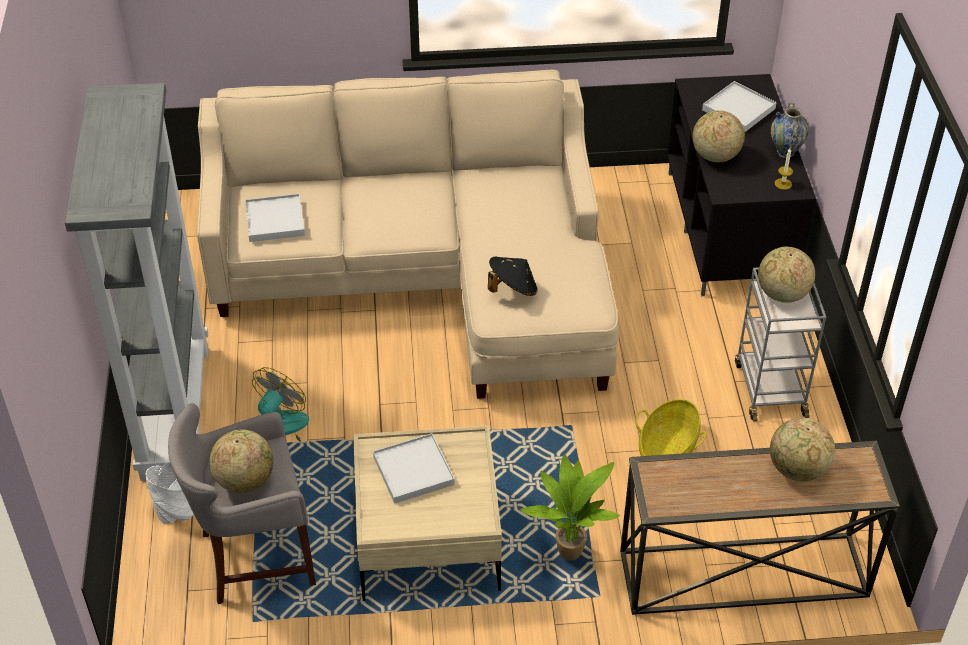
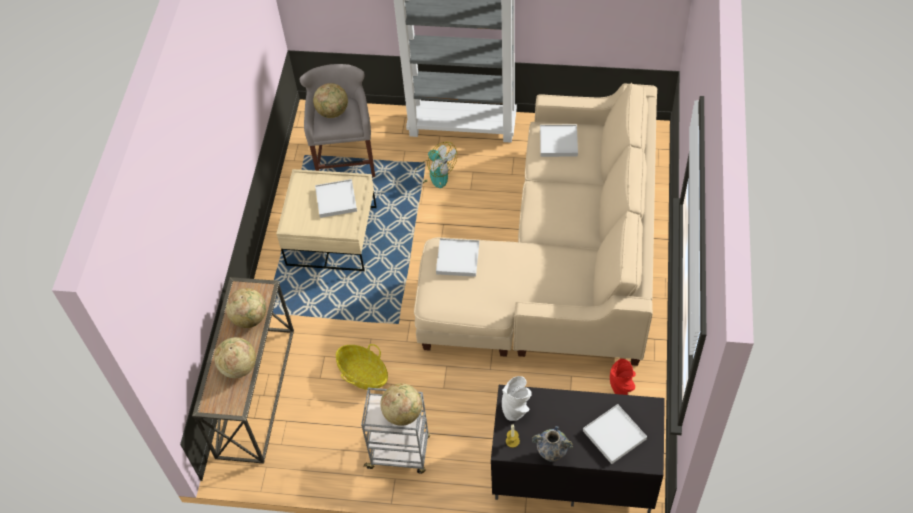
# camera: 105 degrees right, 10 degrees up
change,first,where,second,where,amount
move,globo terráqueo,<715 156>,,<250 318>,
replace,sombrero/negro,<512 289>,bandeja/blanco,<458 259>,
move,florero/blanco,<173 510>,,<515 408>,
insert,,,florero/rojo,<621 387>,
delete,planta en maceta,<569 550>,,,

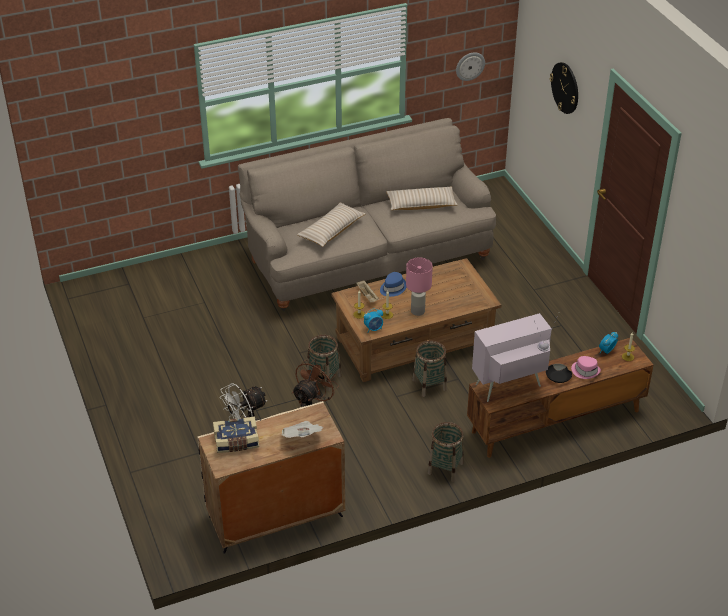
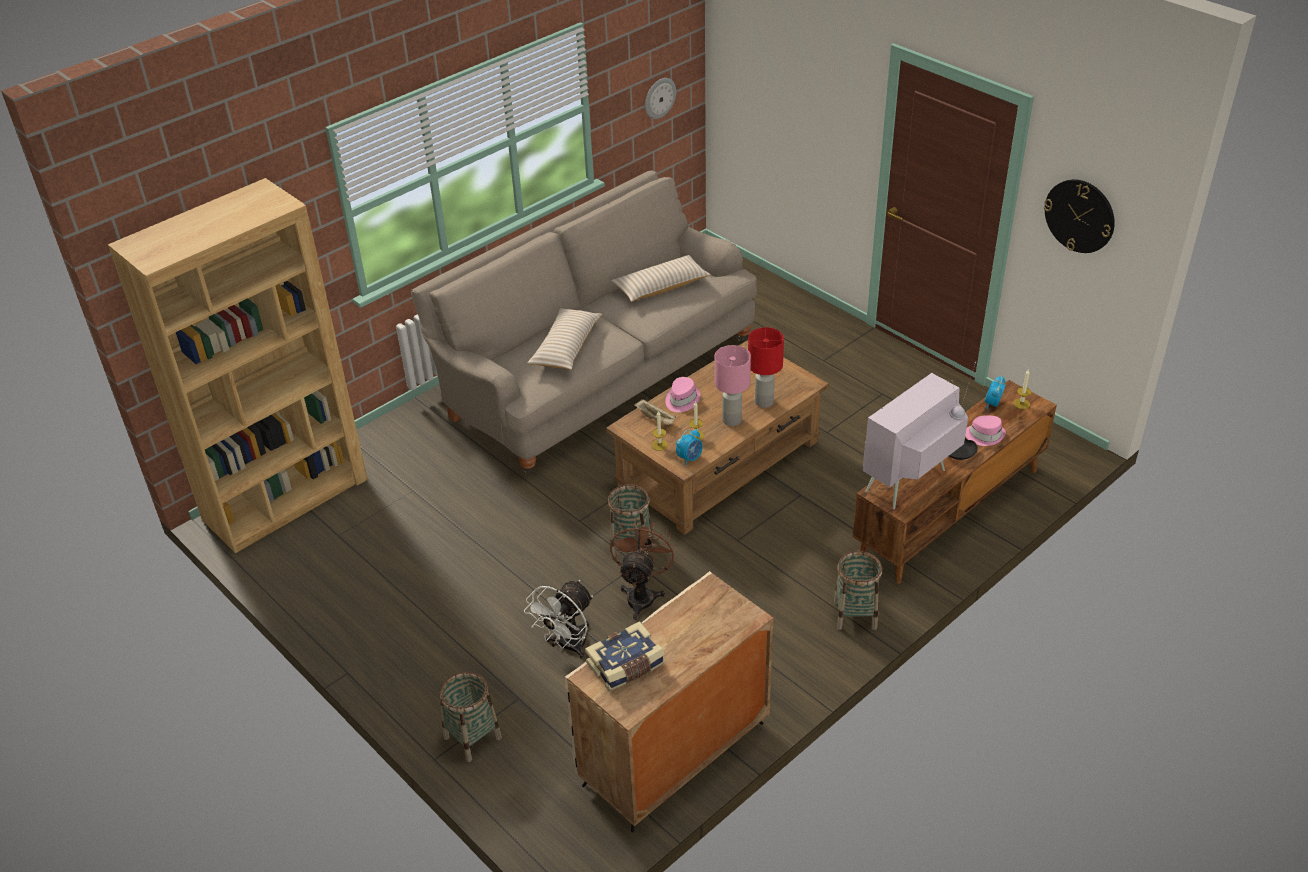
# camera: 20 degrees left, 0 degrees up
change,first,where,second,where,amount
insert,,,estantería/marrón,<286 499>,
move,cesta,<429 385>,,<472 737>,
recolor,sombrero/azul,<392 288>,sombrero/rosa,<681 399>,
insert,,,lámpara de mesa/rojo,<763 402>,
move,reloj de pared,<565 88>,,<1079 215>,
delete,periódico,<302 437>,,,

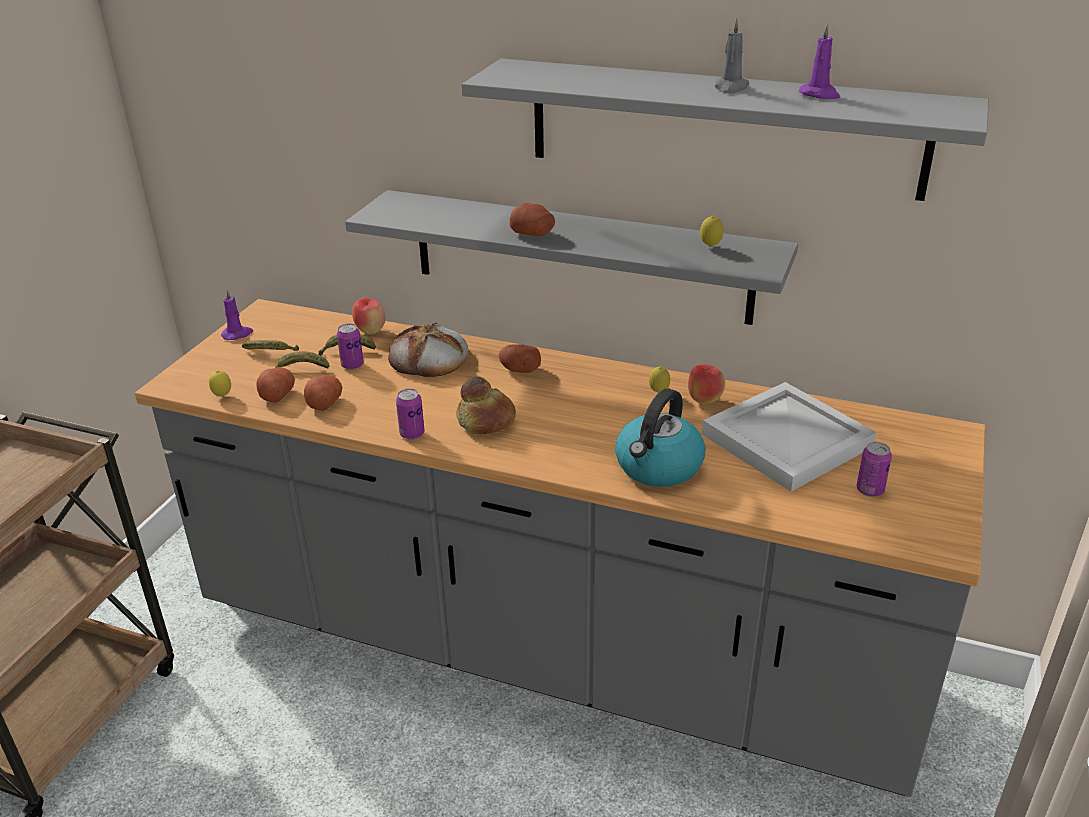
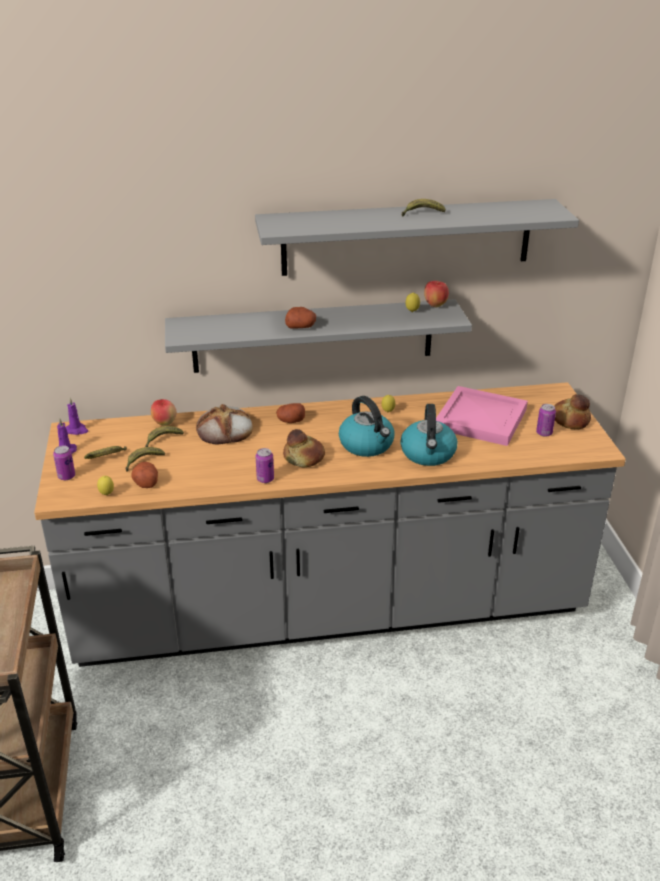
# camera: 30 degrees left, 0 degrees up
change,first,where,second,where,amount
move,lata,<352 365>,,<66 476>,
move,vela/morado,<820 95>,,<77 430>,
insert,,,hervidor,<367 445>,
replace,vela/gris,<730 88>,plátano,<422 213>,
move,manzana,<704 400>,,<435 305>,
recolor,bandeja/blanco,<787 442>,bandeja/rosa,<481 420>,
insert,,,pan,<570 420>,
delete,patata,<324 402>,,,

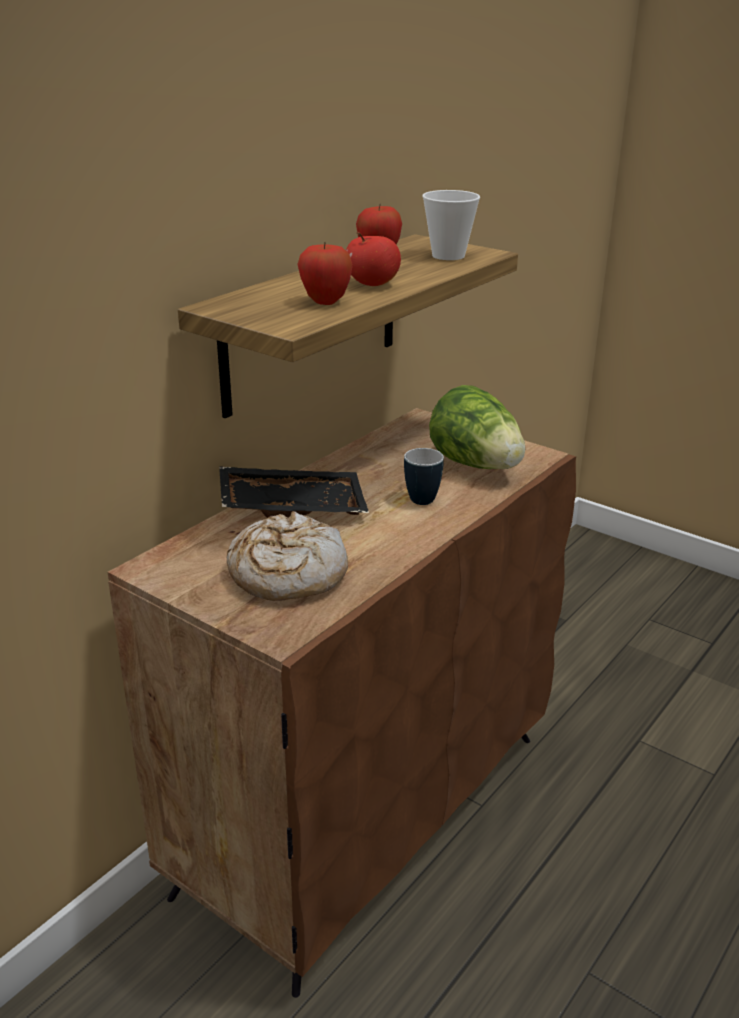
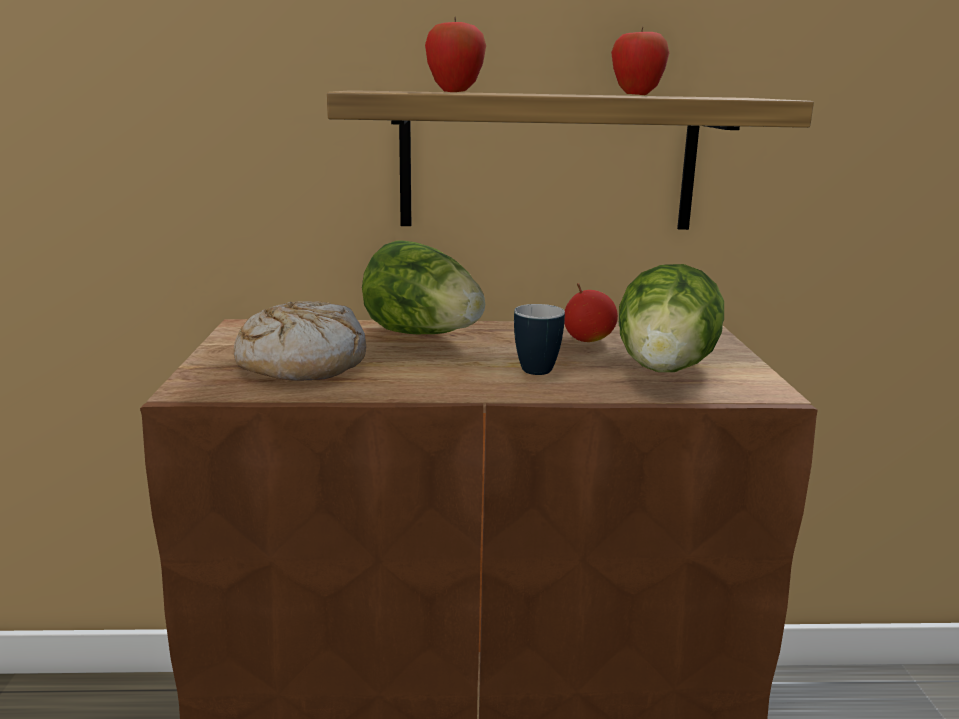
# camera: 50 degrees right, 10 degrees down
change,first,where,second,where,amount
replace,bandeja/negro,<293 507>,lechuga,<424 335>,
move,manzana,<372 284>,,<588 340>,
delete,taza,<448 256>,,,

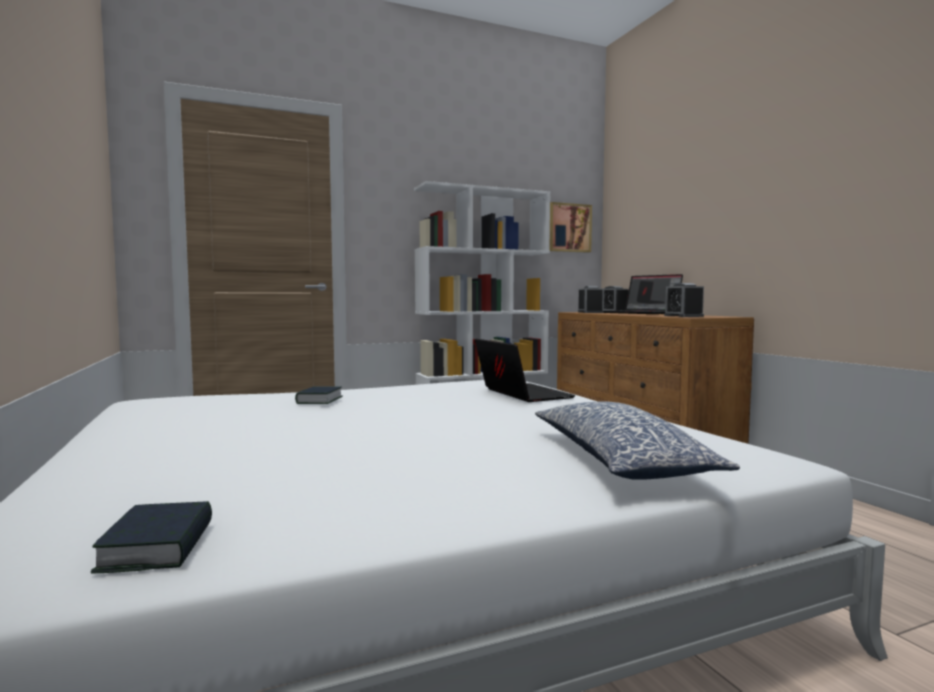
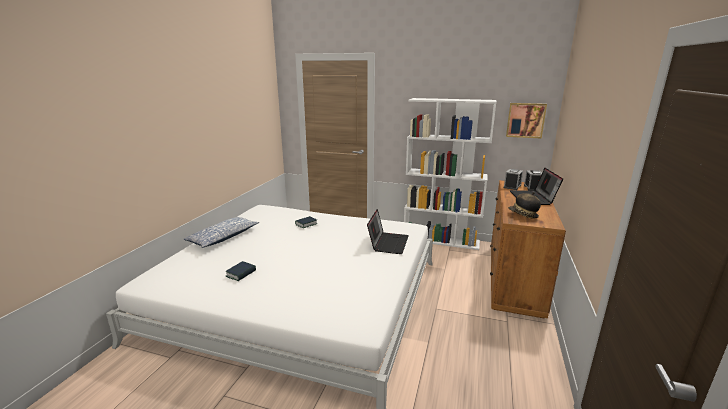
# camera: 40 degrees right, 15 degrees up
change,first,where,second,where,amount
move,cojín,<616 461>,,<223 238>,
move,libro,<158 547>,,<241 273>,
replace,despertador,<683 316>,sombrero,<523 215>,

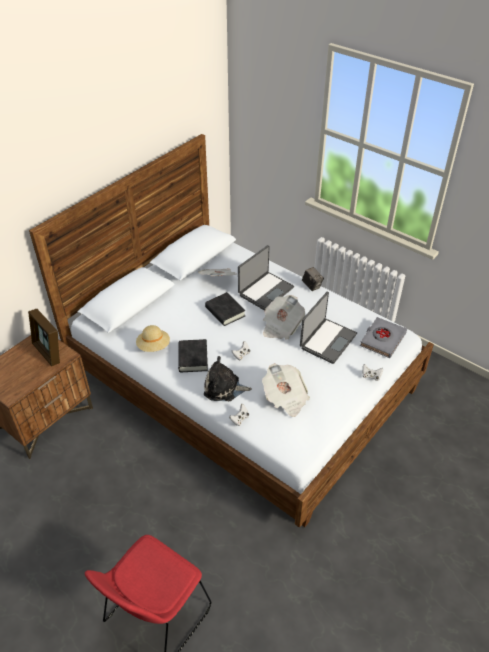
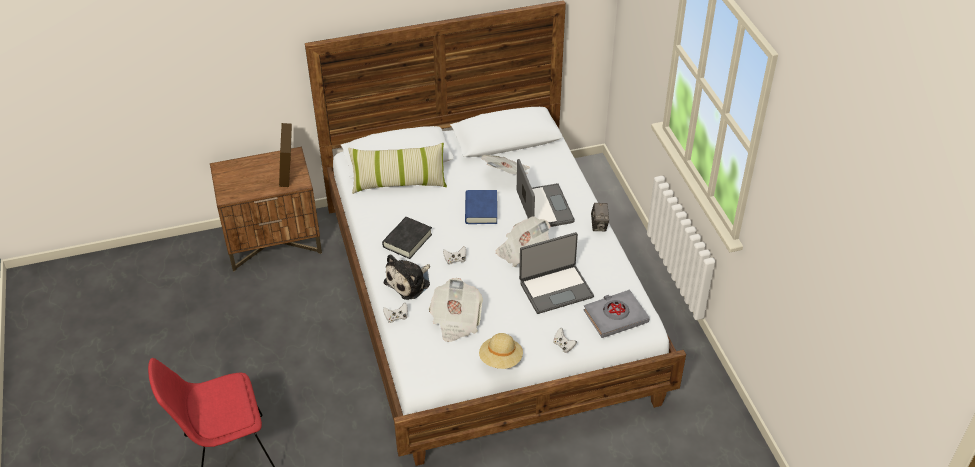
# camera: 35 degrees right, 0 degrees up
change,first,where,second,where,amount
insert,,,cojín,<399 183>,
rotate,peluche,<224 388>,,<409 282>,90 degrees counterclockwise
recolor,libro/negro,<225 312>,libro/azul,<481 210>,
move,sombrero/beis,<153 346>,,<501 359>,
rotate,portátil,<265 291>,,<543 208>,90 degrees counterclockwise

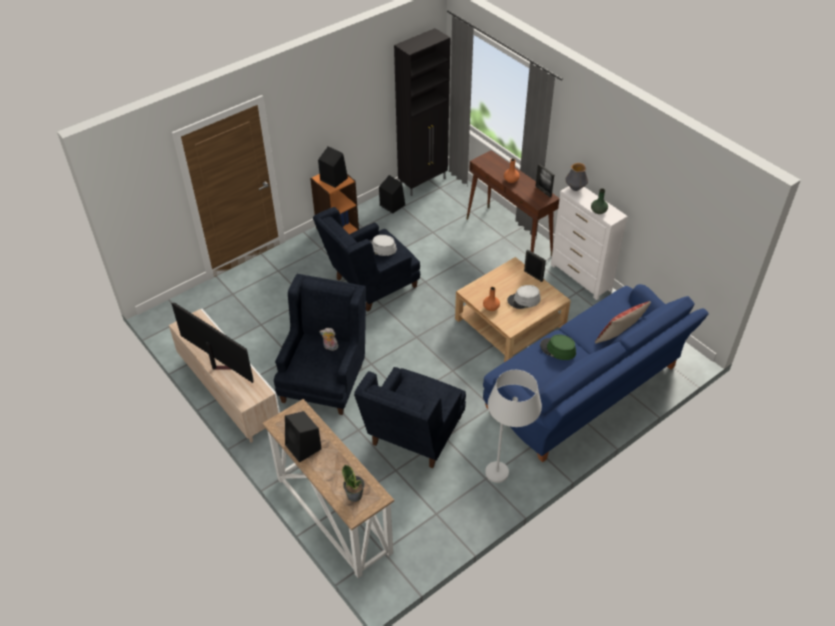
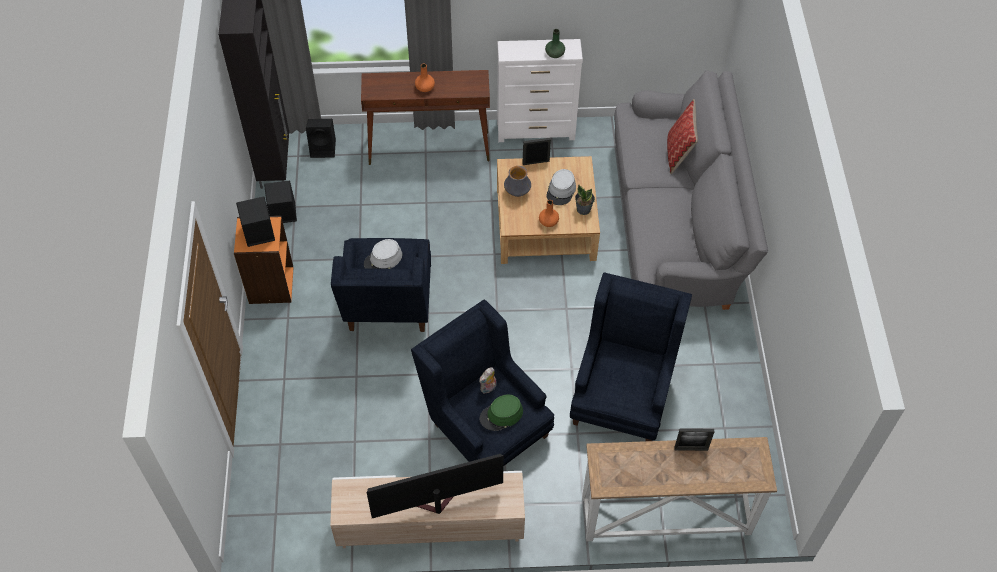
# camera: 55 degrees left, 10 degrees up
change,first,where,second,where,amount
move,altavoz/negro,<304 447>,,<324 148>,
move,sombrero/verde,<557 349>,,<501 415>,
move,florero,<575 188>,,<517 193>,
rotate,sillón/azul,<413 437>,,<622 391>,135 degrees counterclockwise
move,planta en maceta,<355 495>,,<583 209>,
recolor,sofá/azul,<586 391>,sofá/gris,<675 223>,
move,portarretratos,<543 191>,,<691 449>,
delete,lámpara de pie/blanco,<506 481>,,,

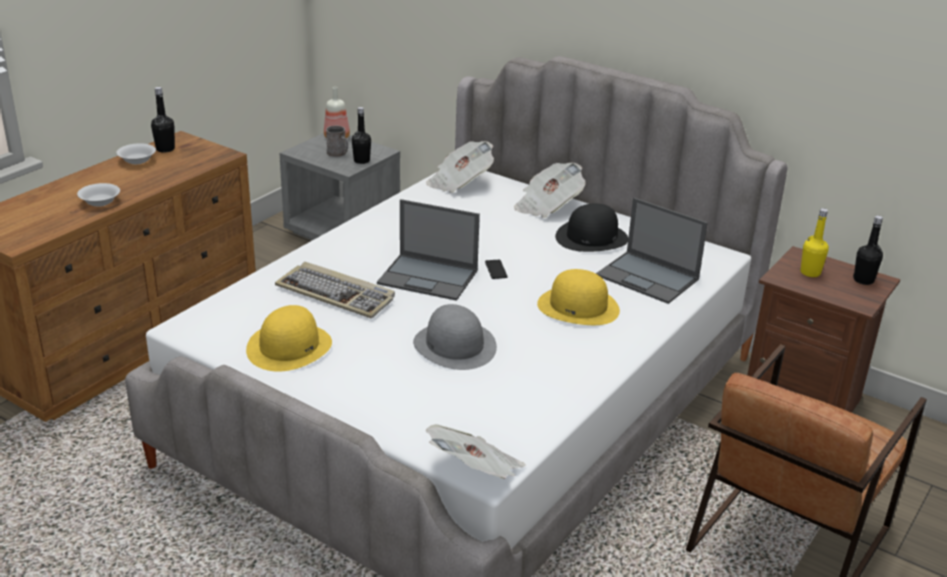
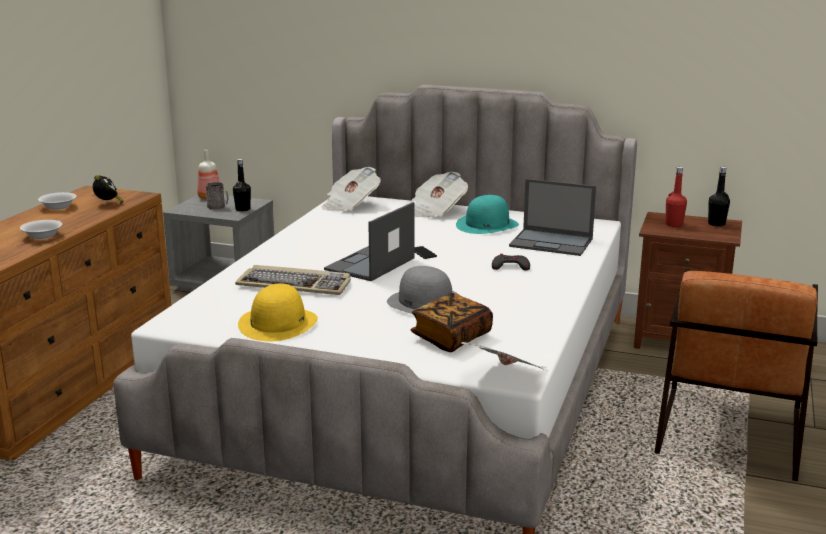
# camera: 15 degrees left, 10 degrees down
change,first,where,second,where,amount
insert,,,despertador,<108 204>,
rotate,portátil,<429 277>,,<369 264>,120 degrees clockwise
insert,,,libro,<451 337>,
recolor,sombrero/negro,<591 237>,sombrero/turquesa,<487 225>,
replace,sombrero/amarillo,<578 307>,mando de consola/gris,<510 266>,
recolor,botella/amarillo,<810 272>,botella/rojo,<674 224>,
delete,botella/negro,<165 149>,,,

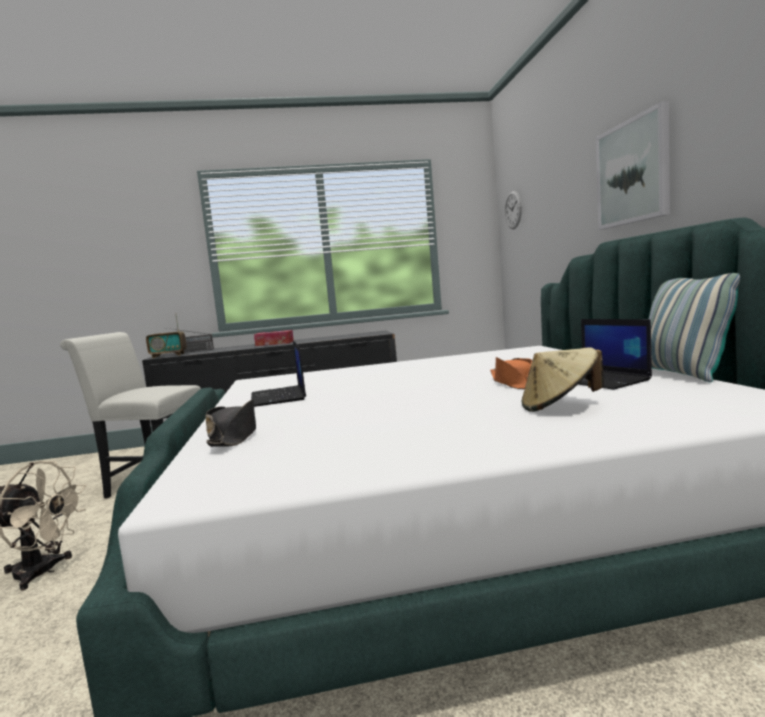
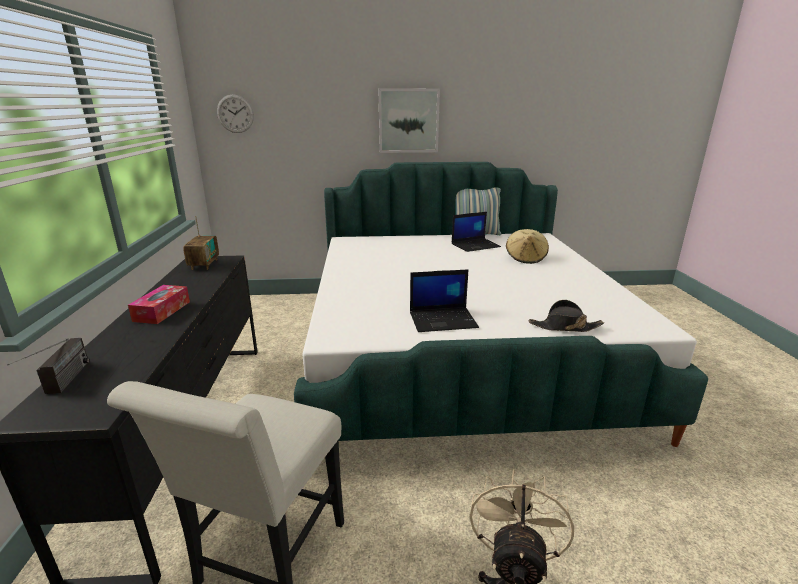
# camera: 85 degrees left, 15 degrees up
change,first,where,second,where,amount
move,radio,<168 355>,,<204 264>,
delete,sombrero/naranja,<514 383>,,,

